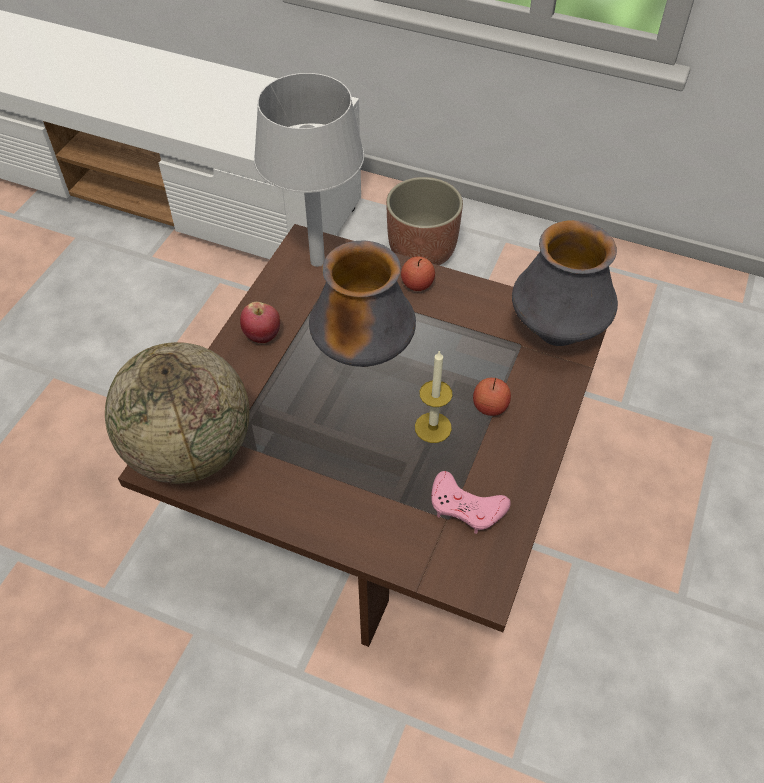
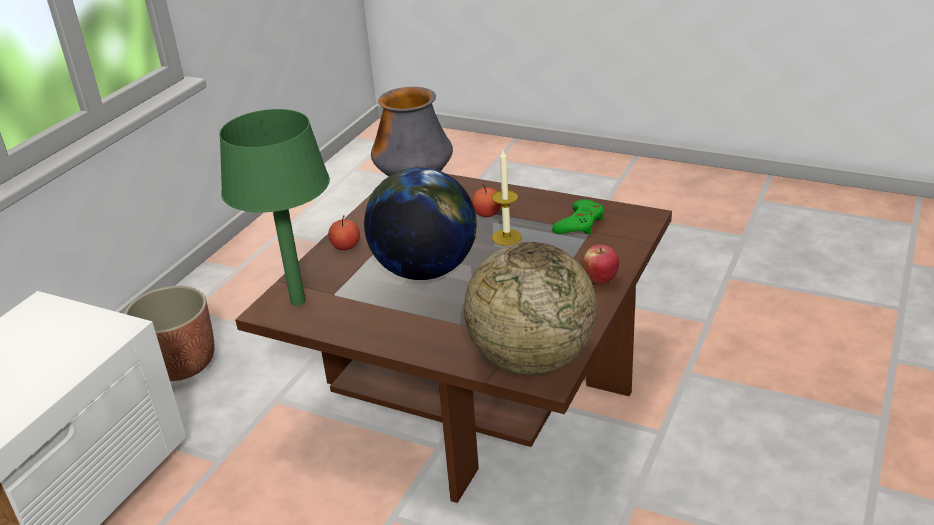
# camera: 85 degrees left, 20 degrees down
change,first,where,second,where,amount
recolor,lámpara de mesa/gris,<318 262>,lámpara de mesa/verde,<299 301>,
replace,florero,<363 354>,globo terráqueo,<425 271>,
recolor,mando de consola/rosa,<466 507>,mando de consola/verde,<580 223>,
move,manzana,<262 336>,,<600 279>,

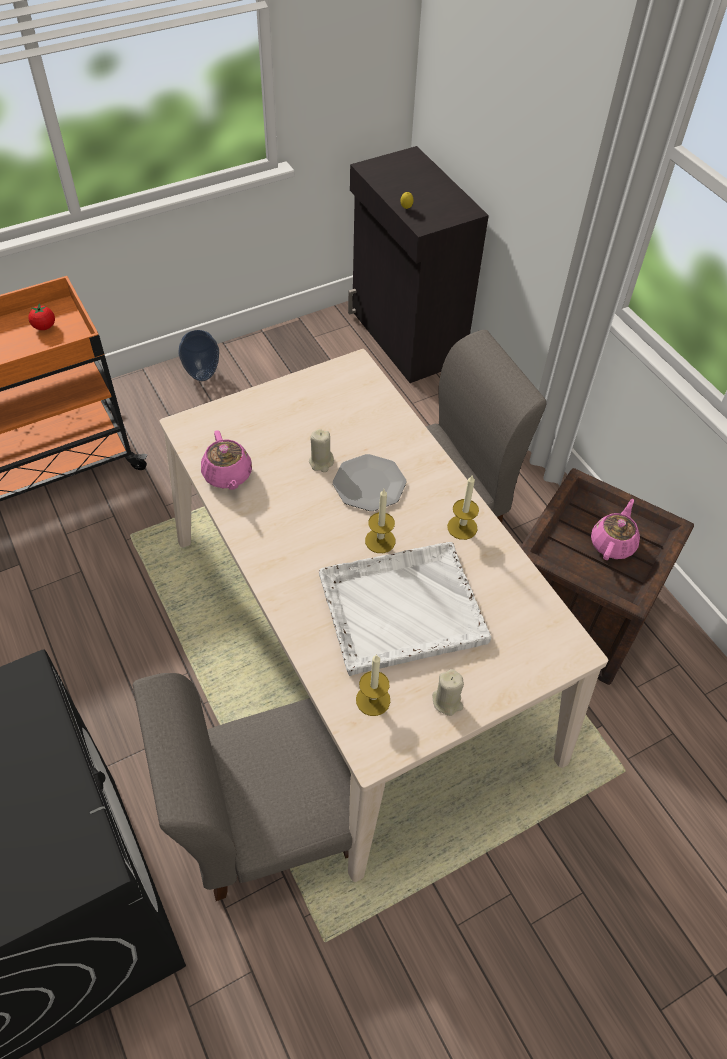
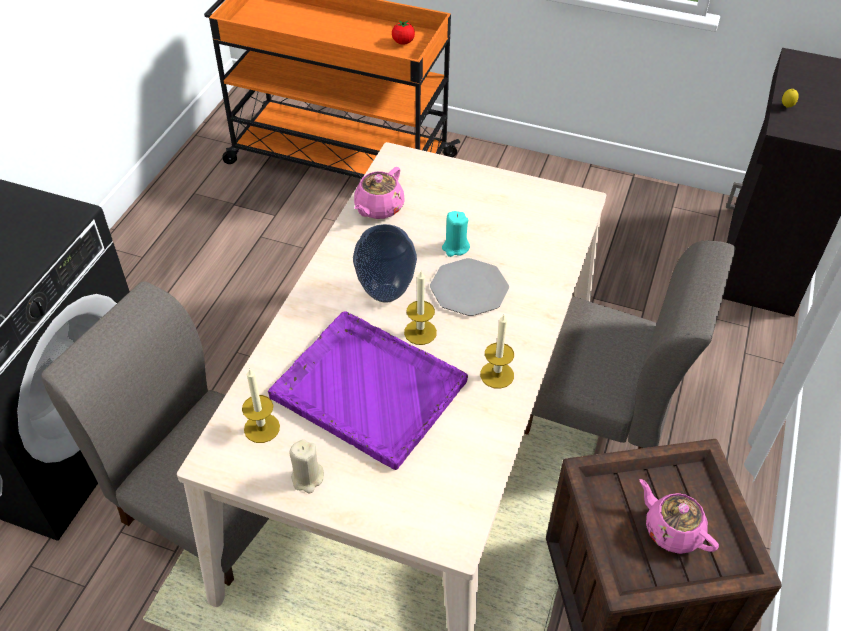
# camera: 50 degrees right, 5 degrees down
change,first,where,second,where,amount
recolor,bandeja/blanco,<400 608>,bandeja/morado,<367 388>,
move,florero,<202 375>,,<385 292>,
recolor,vela/beis,<321 462>,vela/turquesa,<455 247>,
rotate,tetera/rosa,<613 543>,,<672 530>,120 degrees counterclockwise

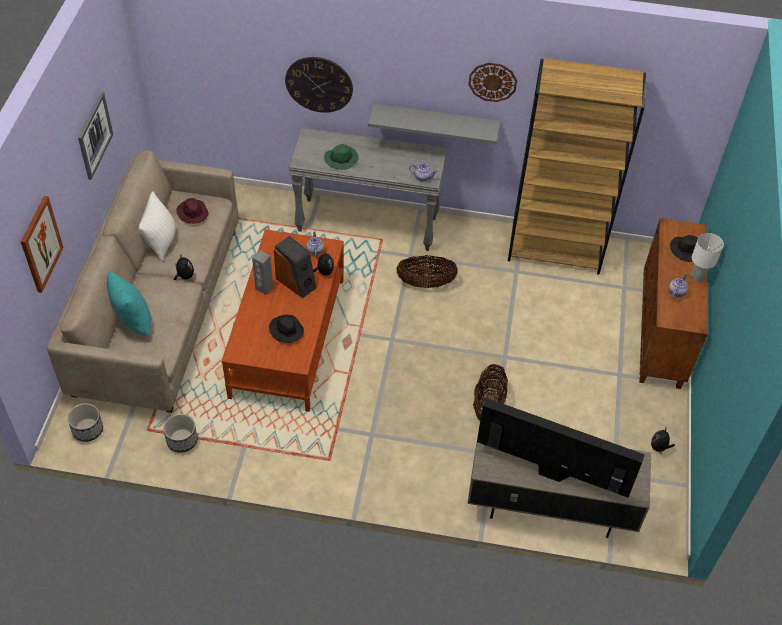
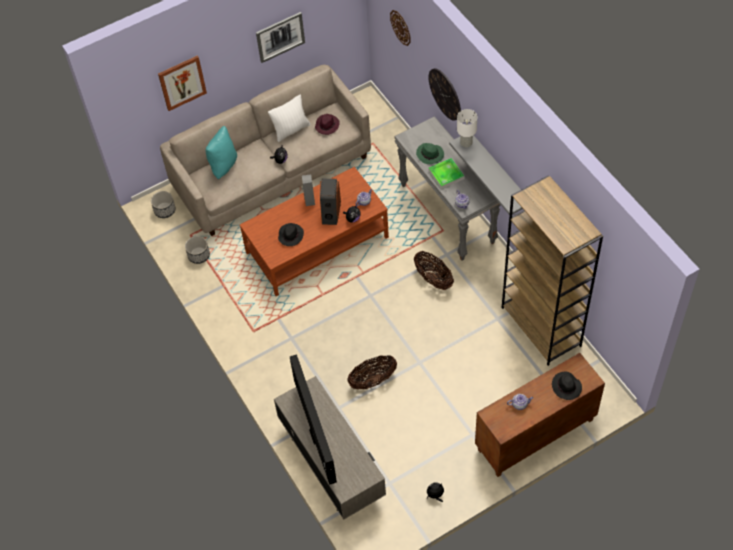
# camera: 55 degrees right, 5 degrees up
change,first,where,second,where,amount
move,reloj de pared,<492 81>,,<401 27>,
insert,,,bandeja,<446 175>,
move,lámpara de mesa/blanco,<698 276>,,<466 143>,

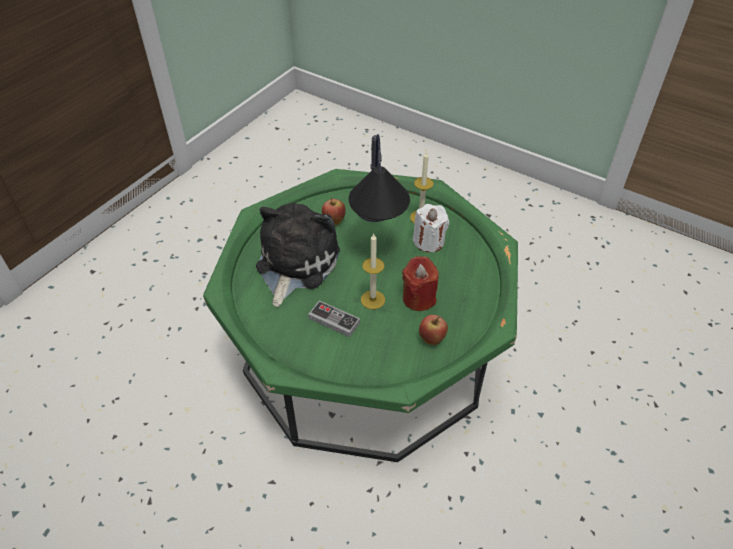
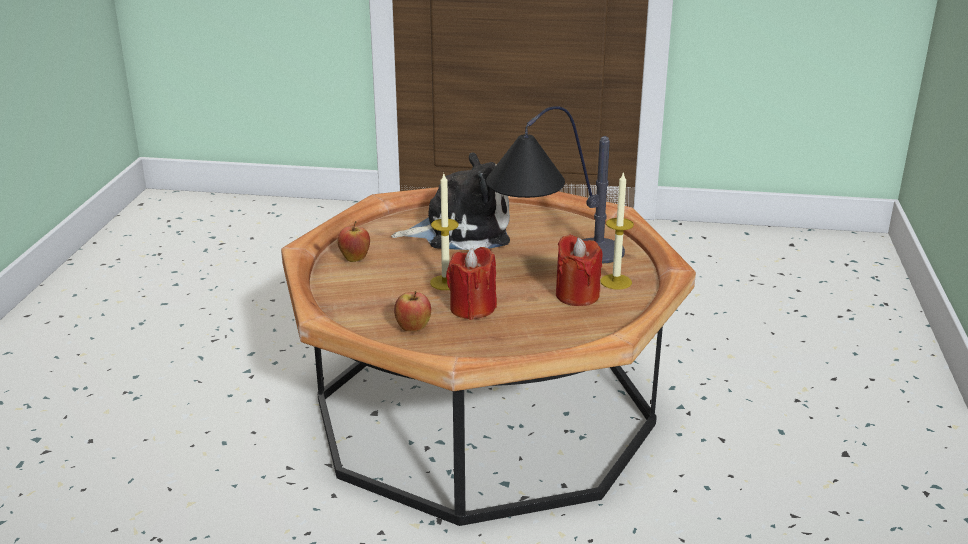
# camera: 65 degrees right, 20 degrees down
change,first,where,second,where,amount
recolor,mesa de centro/verde,<366 351>,mesa de centro/marrón,<484 411>,
move,manzana,<334 221>,,<355 259>,
recolor,vela/blanco,<429 241>,vela/rojo,<577 295>,
delete,mando de consola,<334 320>,,,

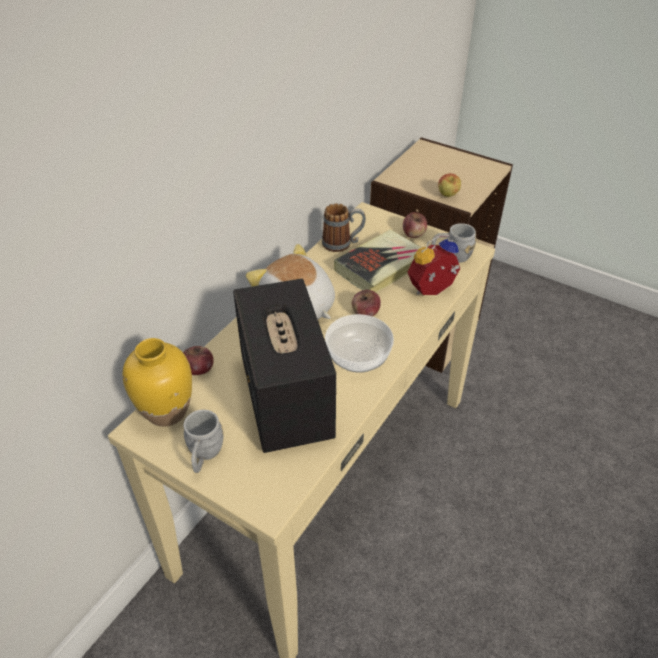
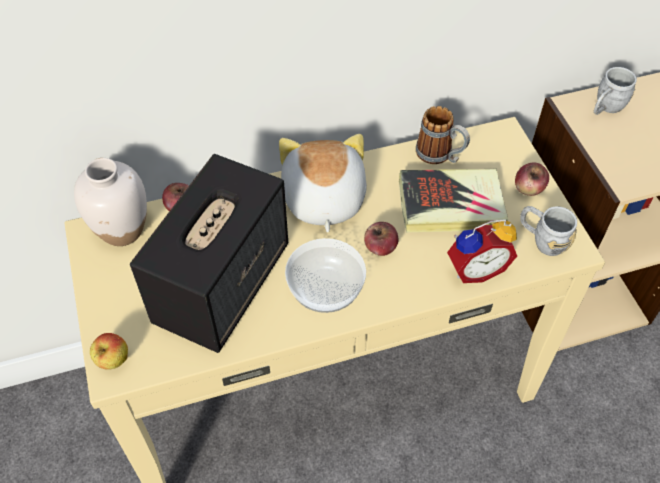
# camera: 40 degrees right, 10 degrees up
change,first,where,second,where,amount
recolor,florero/amarillo,<167 411>,florero/blanco,<122 230>,
move,manzana,<448 196>,,<113 361>,
rotate,despertador,<433 291>,,<475 268>,150 degrees clockwise
move,taza grande/gris,<204 455>,,<605 108>,

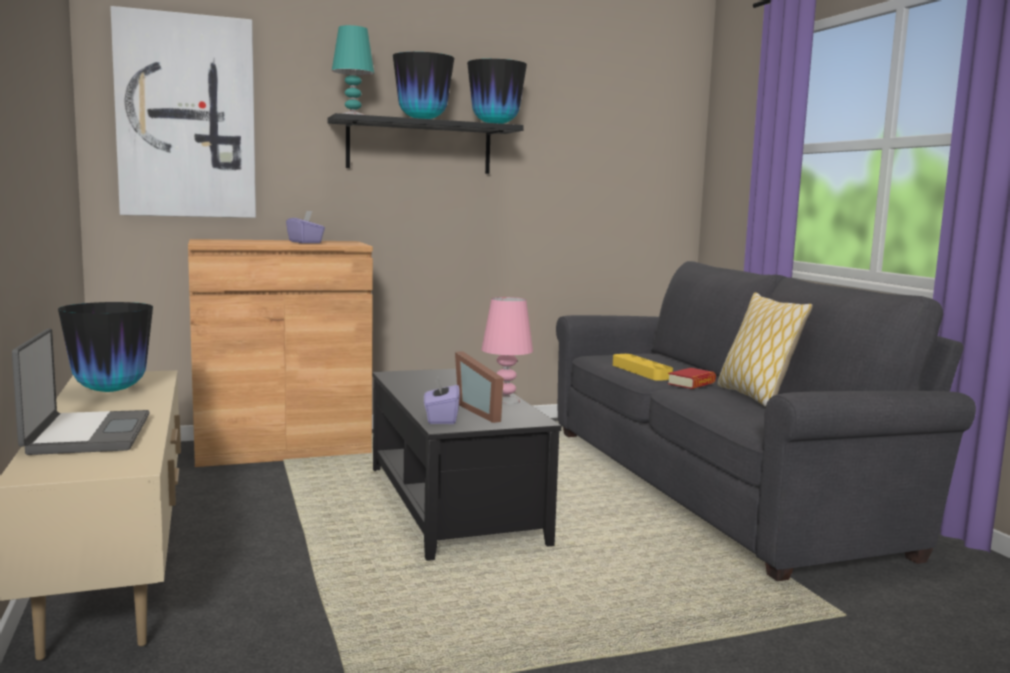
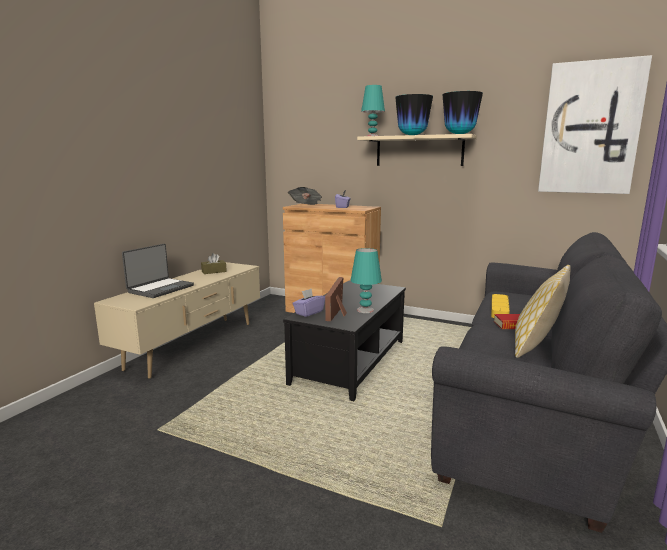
# camera: 45 degrees right, 5 degrees up
change,first,where,second,where,amount
replace,florero,<110 391>,caja de pañuelos/marrón,<214 271>,
insert,,,periódico,<306 206>,
recolor,lámpara de mesa/rosa,<506 401>,lámpara de mesa/turquesa,<365 310>,
recolor,estante/negro,<419 147>,estante/beis,<419 151>,
move,cuadro,<186 117>,,<590 128>,

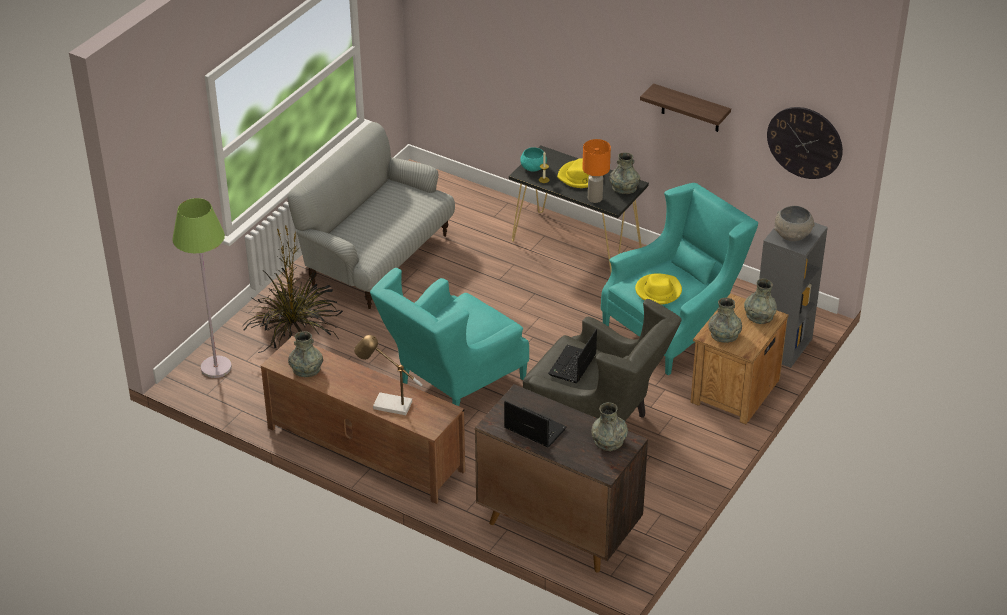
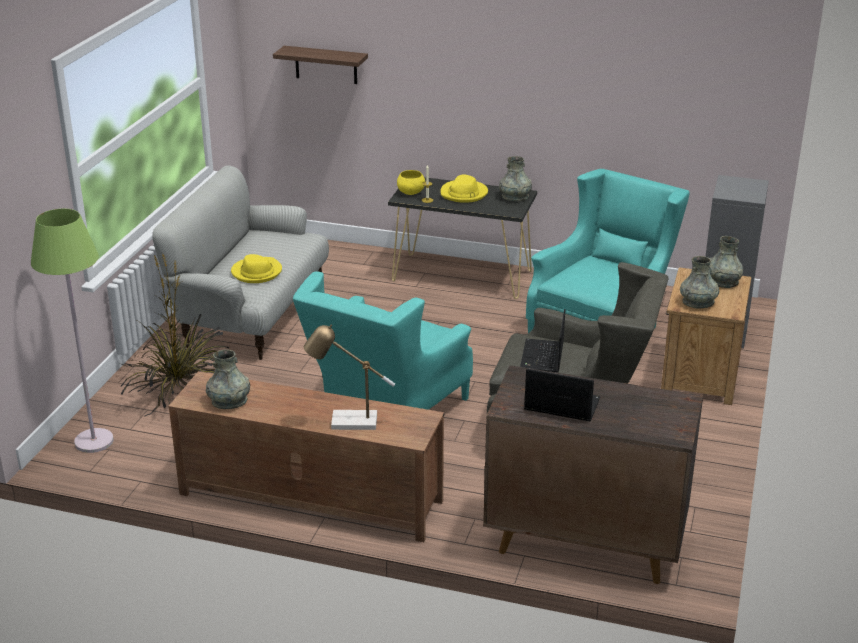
# camera: 15 degrees left, 10 degrees down
change,first,where,second,where,amount
move,sombrero/amarillo,<658 291>,,<256 272>,
move,estante,<690 109>,,<326 65>,
recolor,cuenco/turquesa,<533 168>,cuenco/amarillo,<410 192>,
delete,lámpara de mesa/naranja,<594 198>,,,
delete,florero/gris,<609 440>,,,
delete,reloj de pared,<804 142>,,,
delete,cuenco/gris,<792 235>,,,

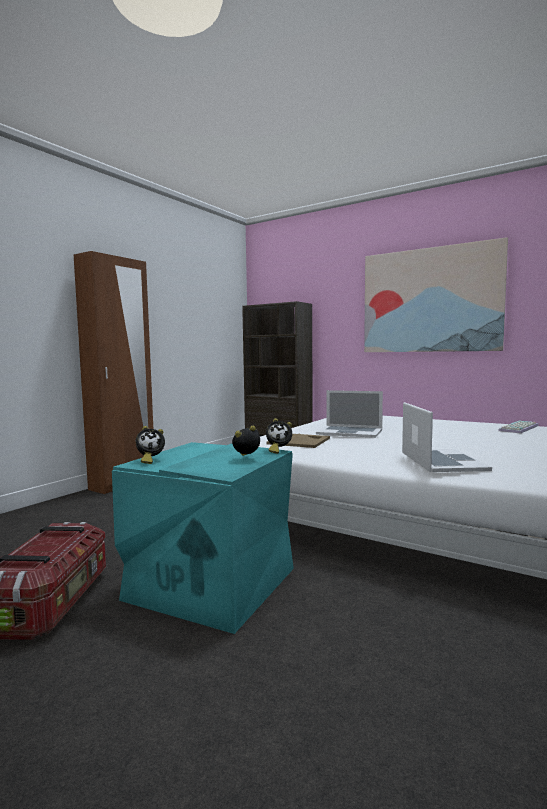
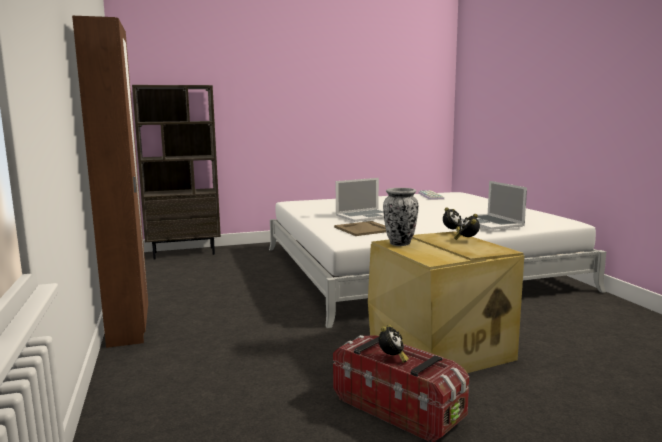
# camera: 50 degrees left, 5 degrees up
change,first,where,second,where,amount
recolor,caja de almacenaje/turquesa,<209 583>,caja de almacenaje/beis,<439 350>,
move,despertador,<150 460>,,<392 358>,
insert,,,florero,<400 243>,
rotate,portátil,<442 461>,,<490 222>,150 degrees counterclockwise
delete,cuadro,<430 300>,,,

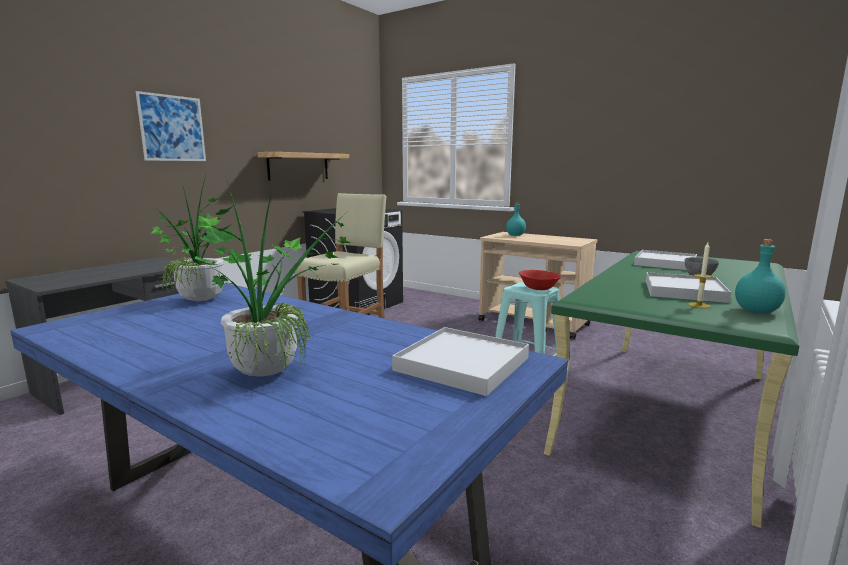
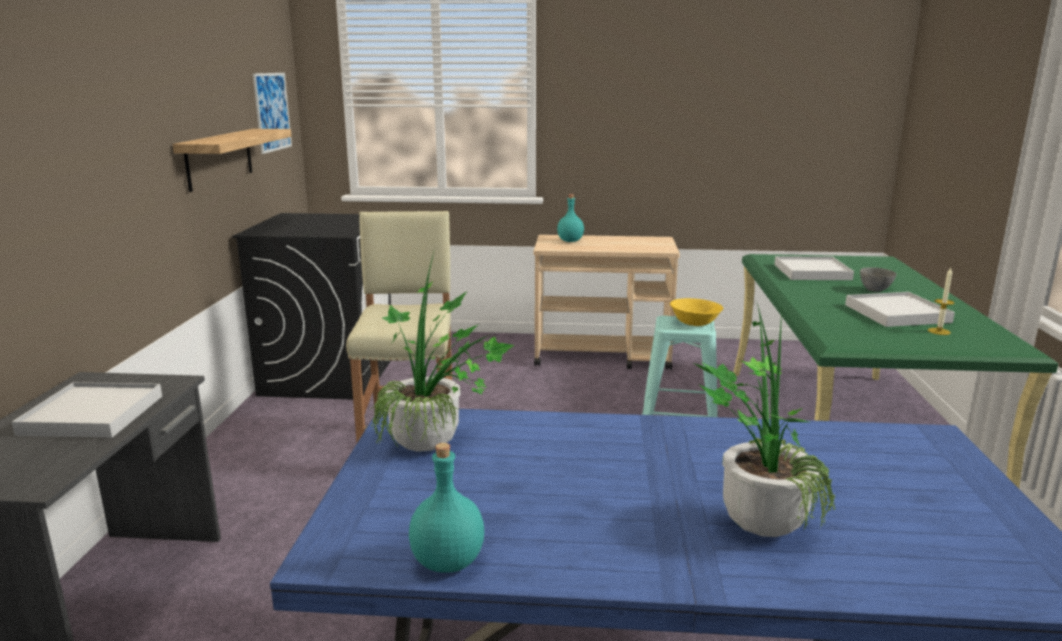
# camera: 30 degrees left, 5 degrees up
change,first,where,second,where,amount
move,bandeja/blanco,<461 364>,,<92 415>,
move,cuadro,<172 128>,,<272 112>,
move,botella/turquesa,<755 311>,,<446 561>,
recolor,cuenco/rojo,<538 288>,cuenco/amarillo,<694 323>,

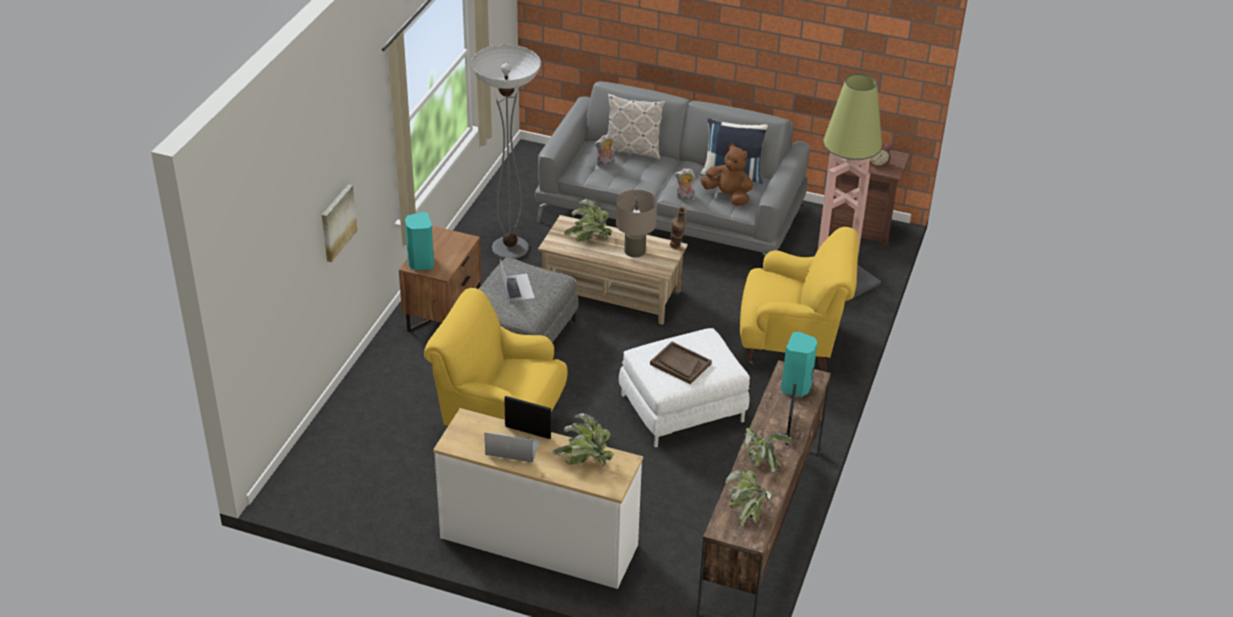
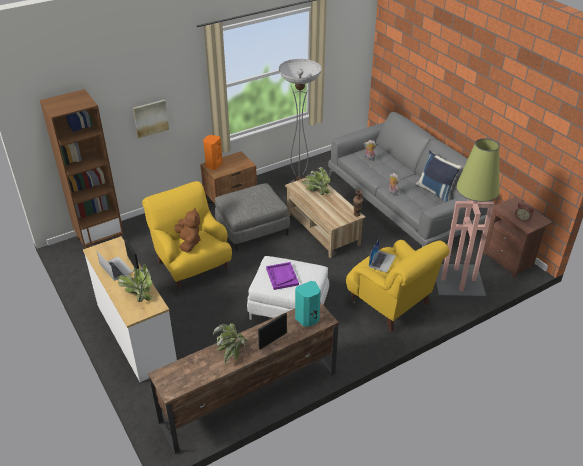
# camera: 40 degrees right, 0 degrees up
change,first,where,second,where,amount
insert,,,estantería/marrón,<100 239>,
move,peluche/marrón,<728 196>,,<189 242>,
recolor,altavoz/turquesa,<420 263>,altavoz/naranja,<213 165>,
recolor,bandeja/marrón,<680 364>,bandeja/morado,<282 276>,
move,portátil,<517 287>,,<382 261>,
delete,cojín,<632 150>,,,
delete,lámpara de mesa/beis,<635 251>,,,
delete,planta en maceta,<749 510>,,,

